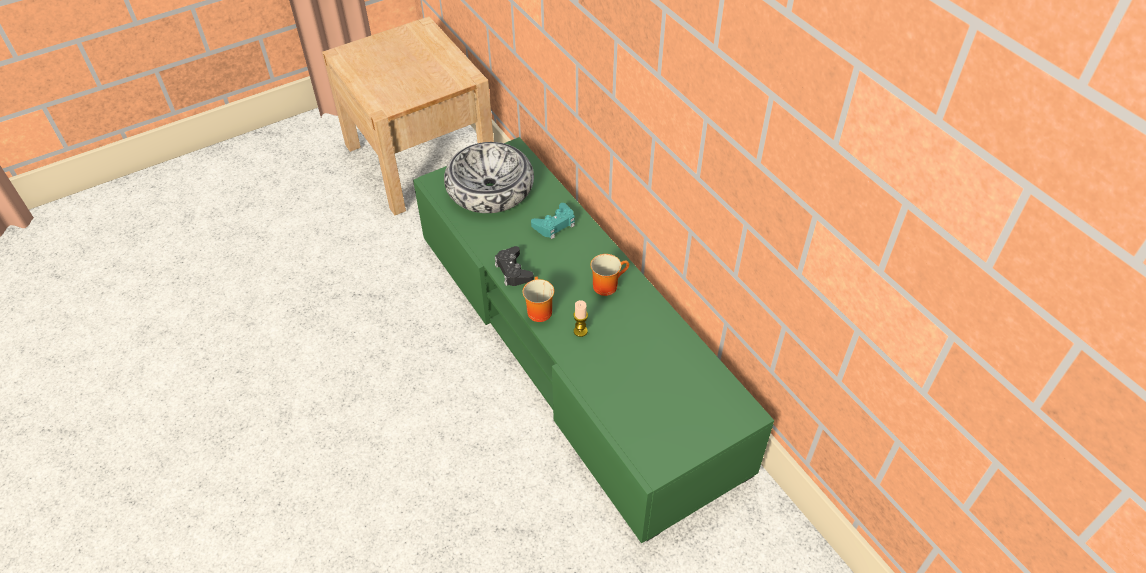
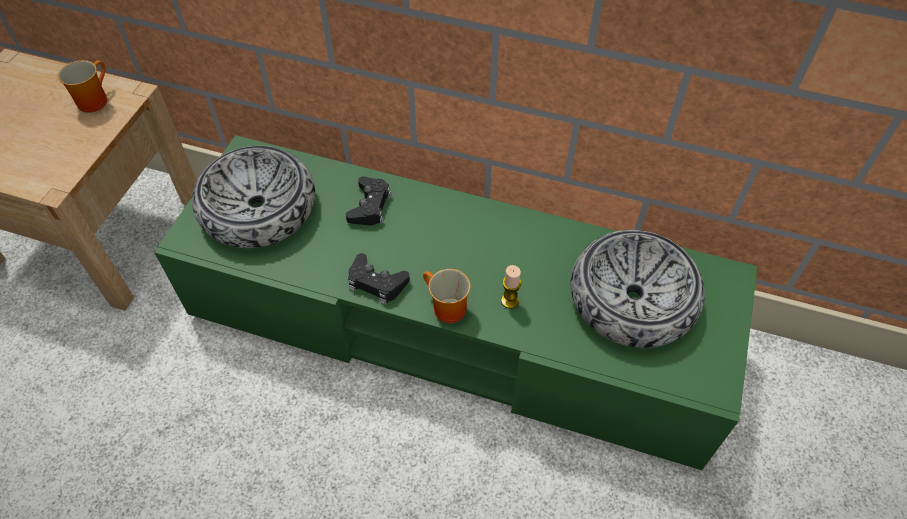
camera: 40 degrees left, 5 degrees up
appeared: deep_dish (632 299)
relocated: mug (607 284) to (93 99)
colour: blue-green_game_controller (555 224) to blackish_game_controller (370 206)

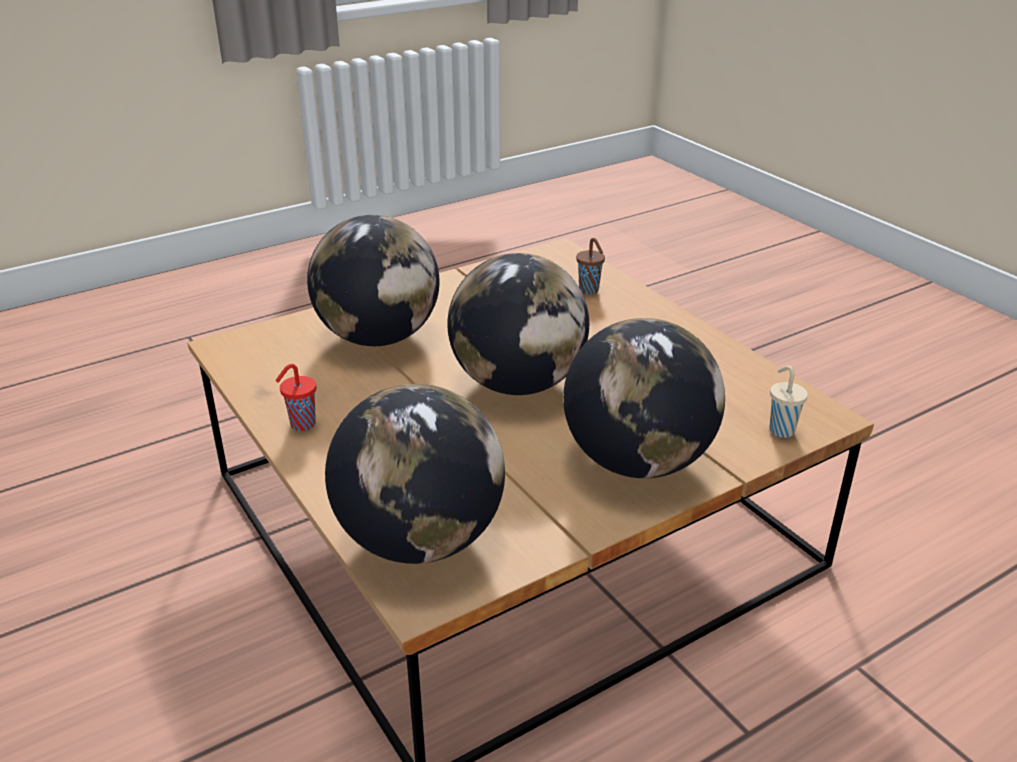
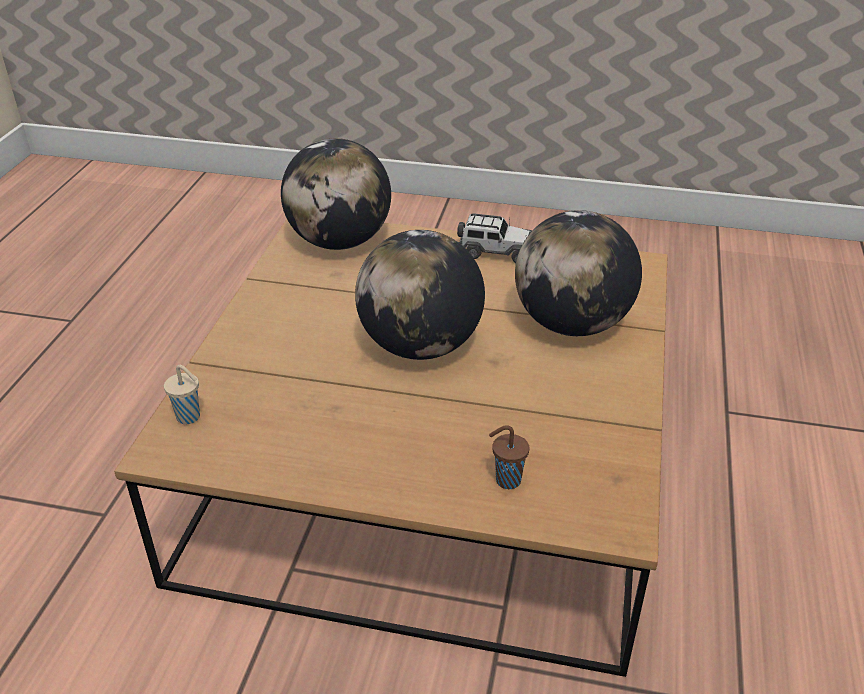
camera: 135 degrees right, 5 degrees up
missing: desk_globe (638 461)
exchanged: red-coloured_drinking_cup (301 425) to miniature_car (496 252)

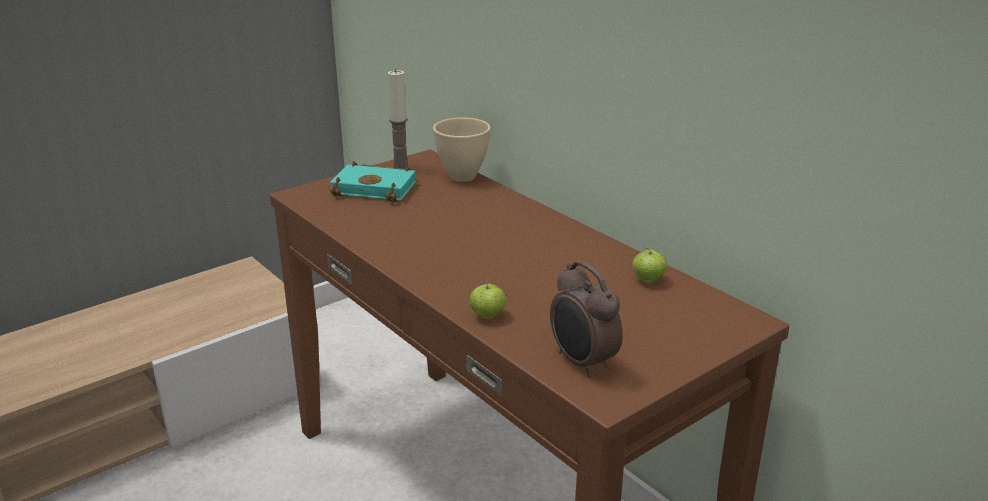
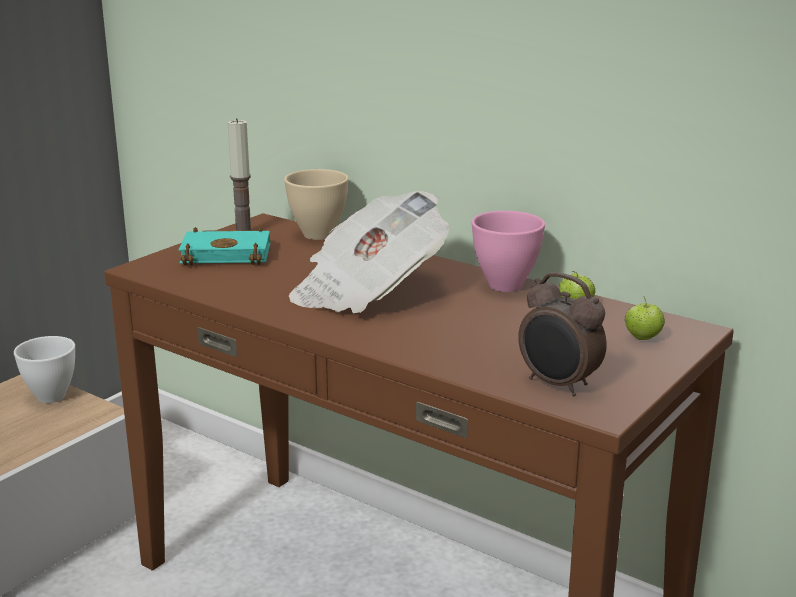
camera: 15 degrees left, 5 degrees down
appeared: newspaper (367 291); pinkish_deep_dish (503 286); white-coloured_deep_dish (50 398)
relocated: apple (487 316) to (642 338)

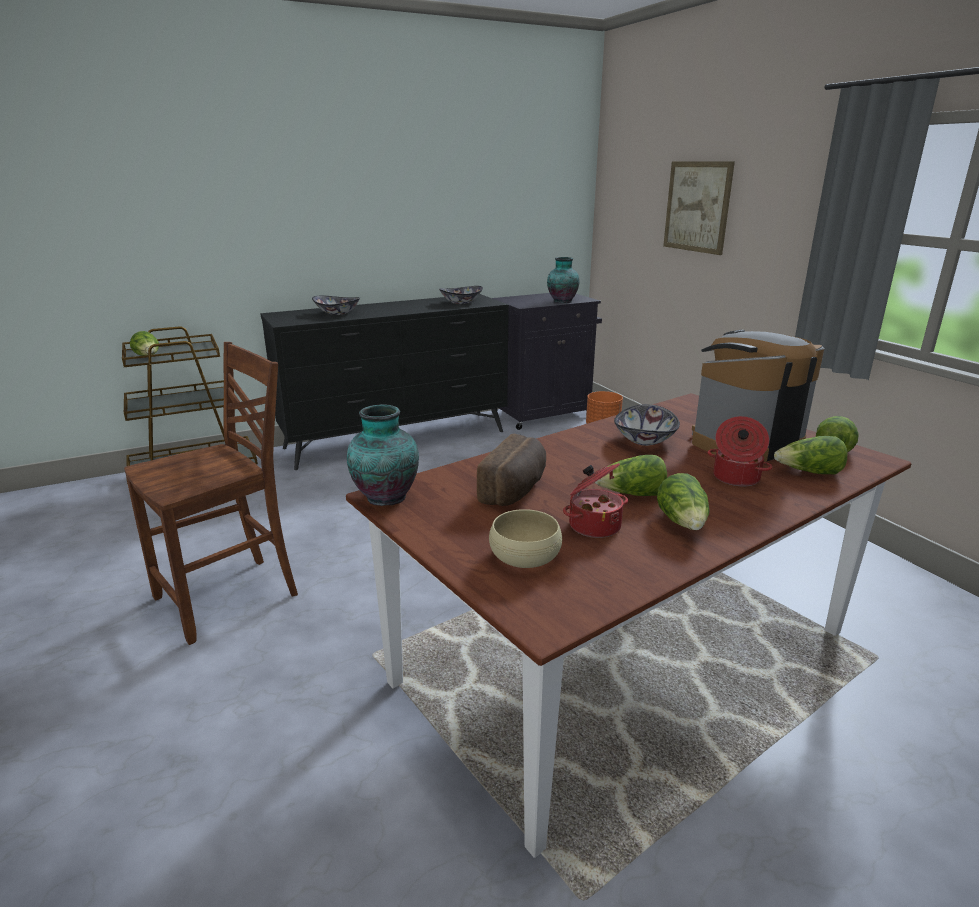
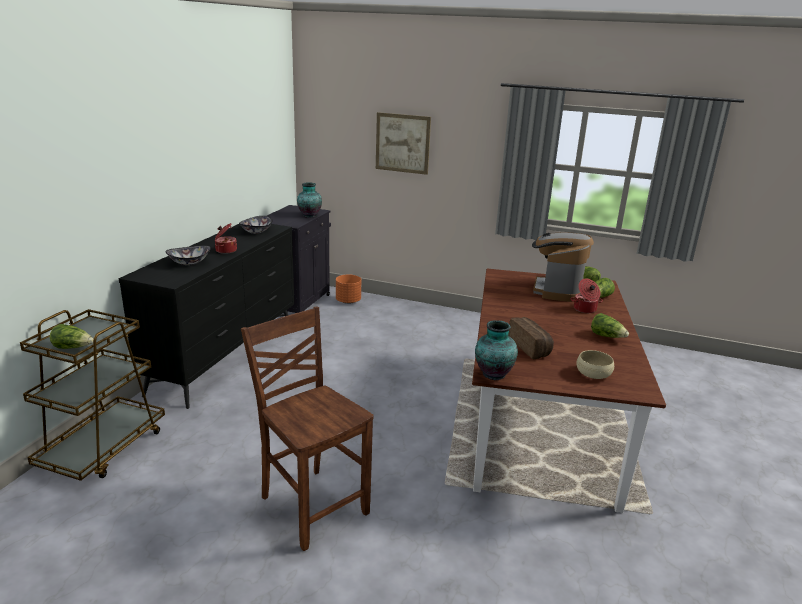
camera: 45 degrees left, 0 degrees up
missing: deep_dish (645 440); lettuce (632 495)
relocated: stockpot (593 525) to (225 250)
spun: brownish_upright_chair (231 597) = (312 505) 45 degrees counterclockwise

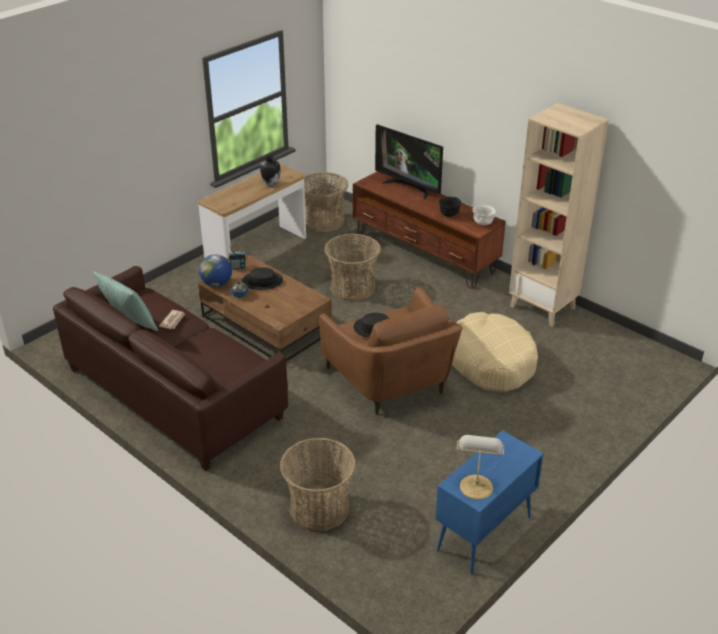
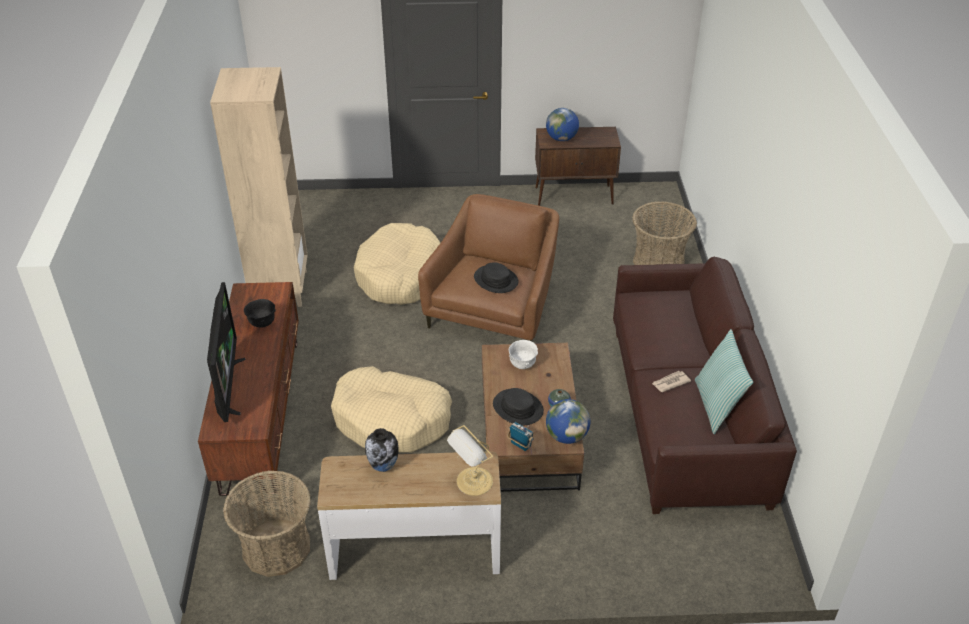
camera: 135 degrees left, 5 degrees up
appeared: desk_globe (561 138)
relocated: white-coloured_deep_dish (483 223) to (522 364); table_lamp (476 485) to (473 482)
exchanged: storage_basket (352 288) to sand-coloured_dog_bed (392 420)
colour: blue-coloured_cupboard (483 534) to brownish_cupboard (574 196)

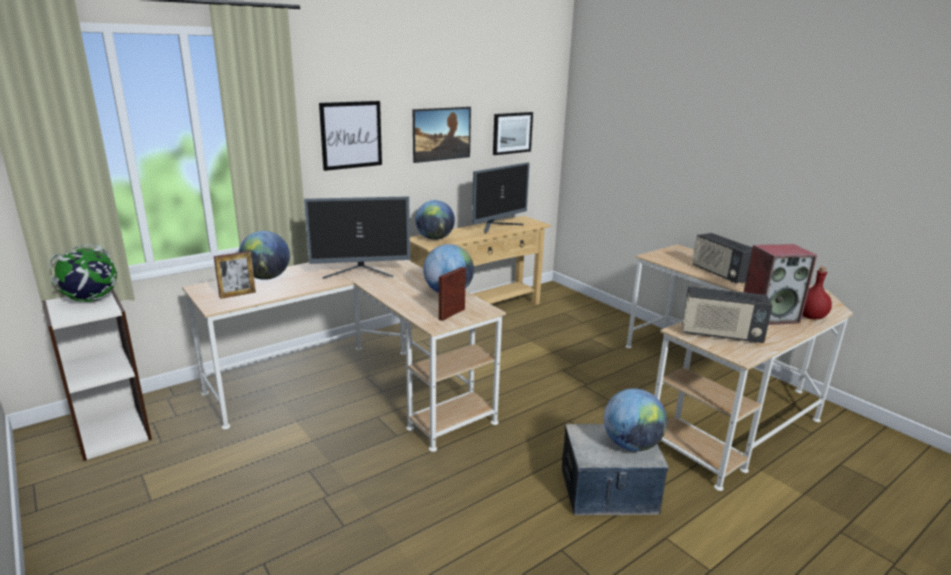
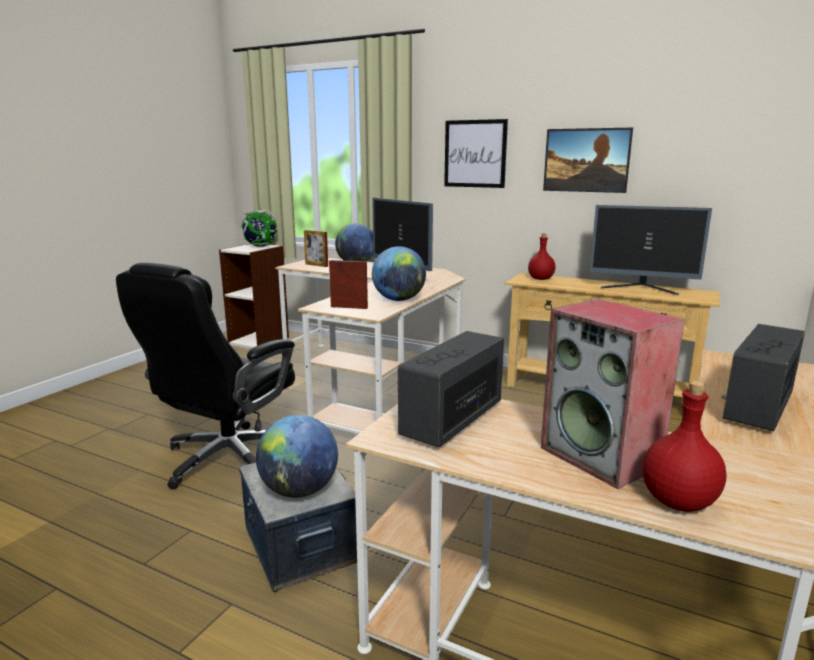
camera: 65 degrees right, 5 degrees down
missing: wall_picture (512 133)
appeared: blackish_computer_chair (227 459)
exchanged: desk_globe (435 238) to red-coloured_drink_bottle (541 279)
spun: radio_receiver (720 335) = (451 420) 45 degrees clockwise

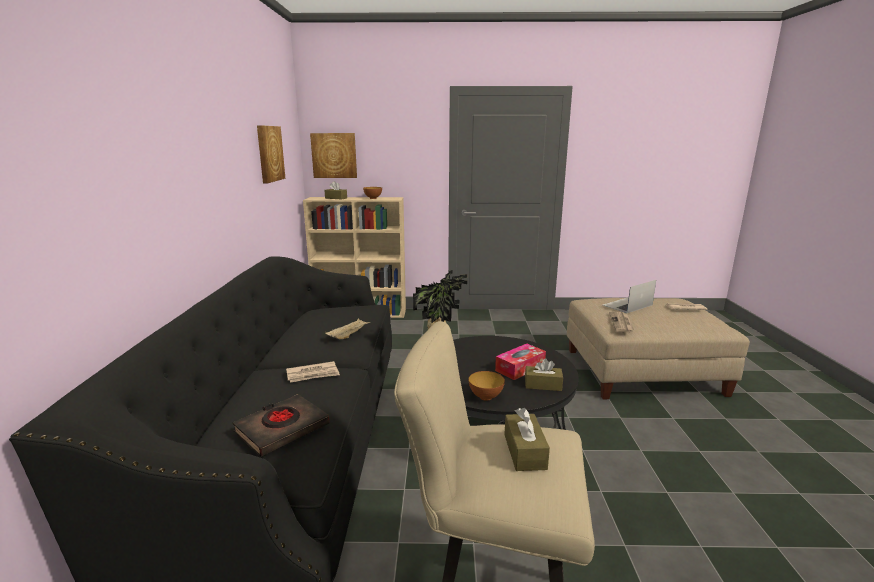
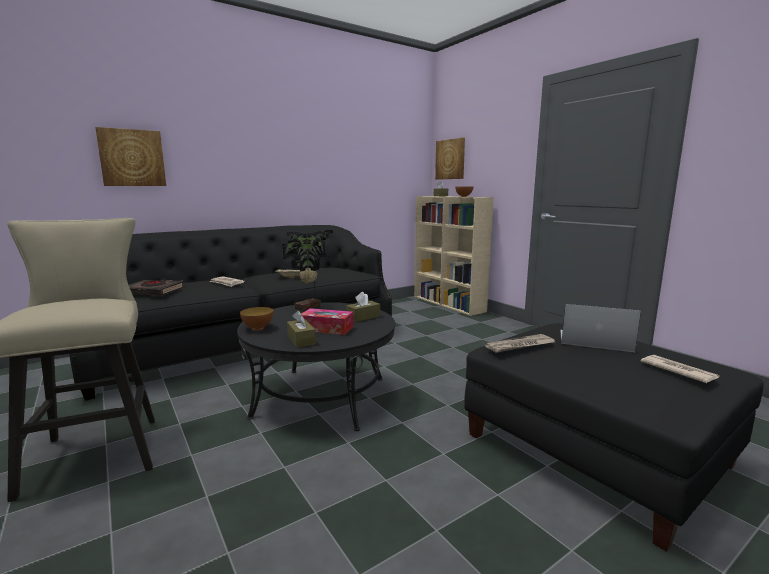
camera: 55 degrees right, 5 degrees down
relocated: wall_picture (269 153) to (132 158); brownish_tissue_holder (524 451) to (363 317)
colour: sand-coloured_ottoman (642 371) to blackish_ottoman (594 449)

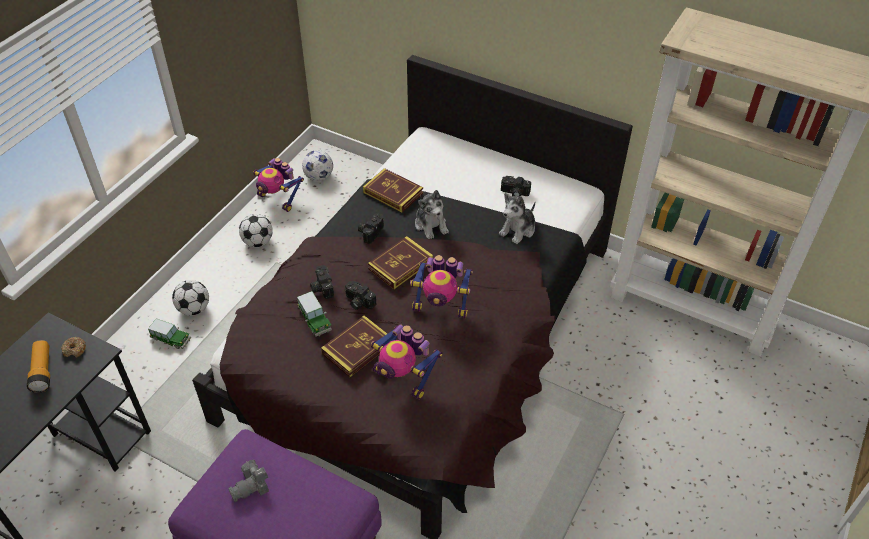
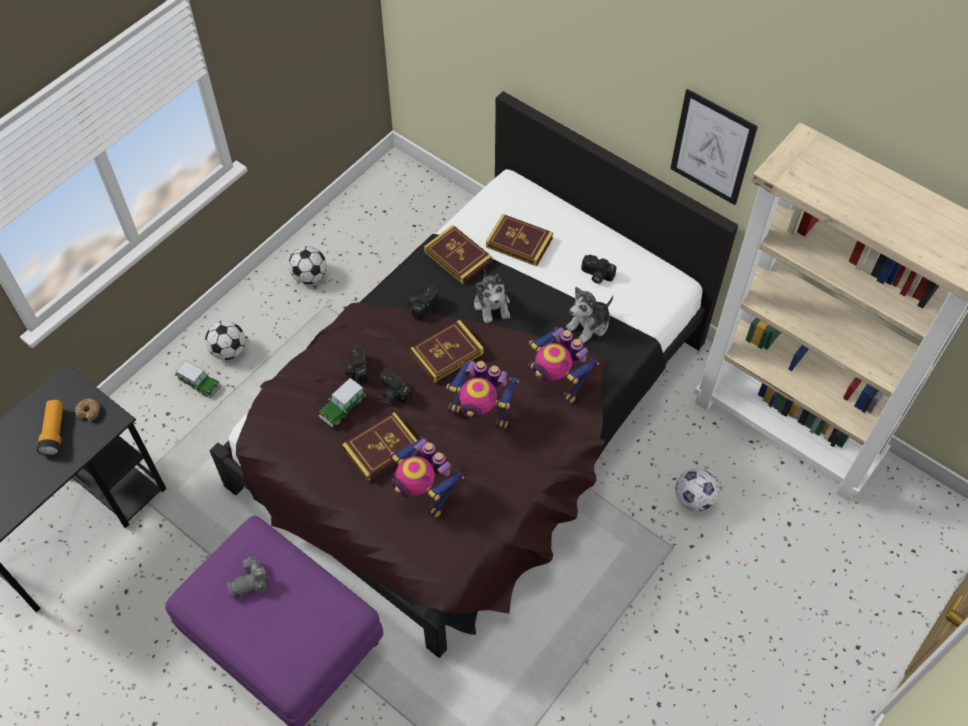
camera: 10 degrees right, 10 degrees up
appeared: wall_picture (712 147); book (519 242)
relocated: football_ball (319 177) to (693 499); robot_figure (279 199) to (557 379)
spun: miniature_car (314 320) = (342 408) 60 degrees clockwise

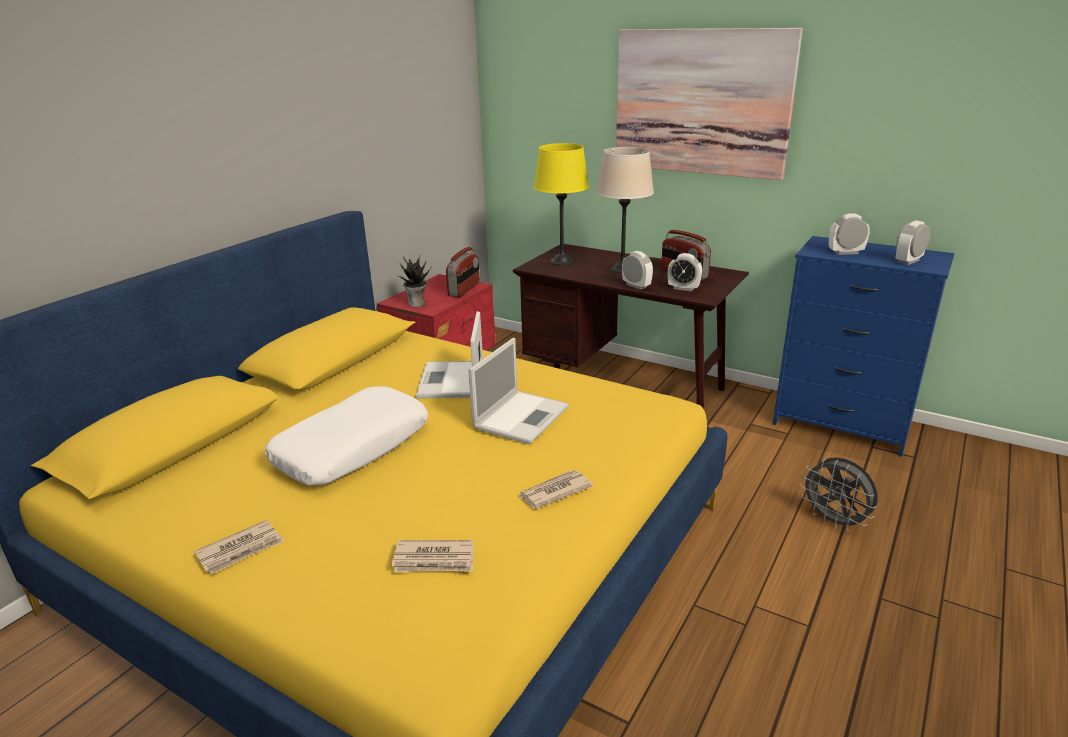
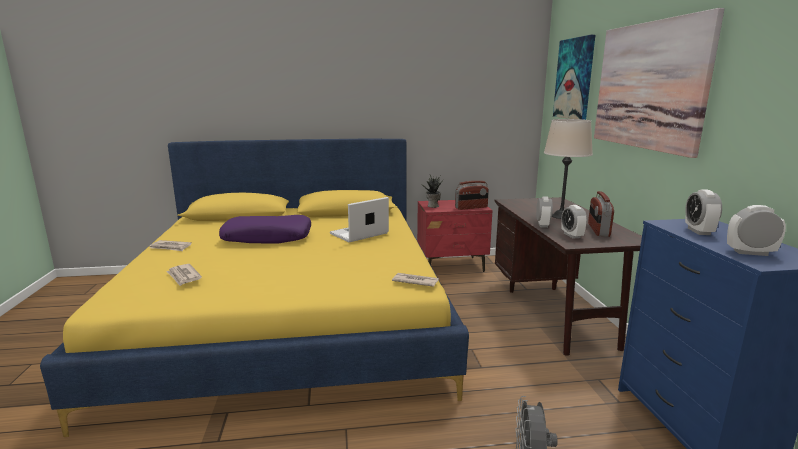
camera: 50 degrees right, 10 degrees down
missing: yellow_table_lamp (561 261); laptop (522 416)
appeared: wall_picture (574 79)
relocated: newspaper (554 492) to (415 281)
colour: white-coloured_throw_pillow (352 447) to purple_throw_pillow (267 238)
spun: bedside_clock (845 253) = (698 231) 135 degrees counterclockwise

